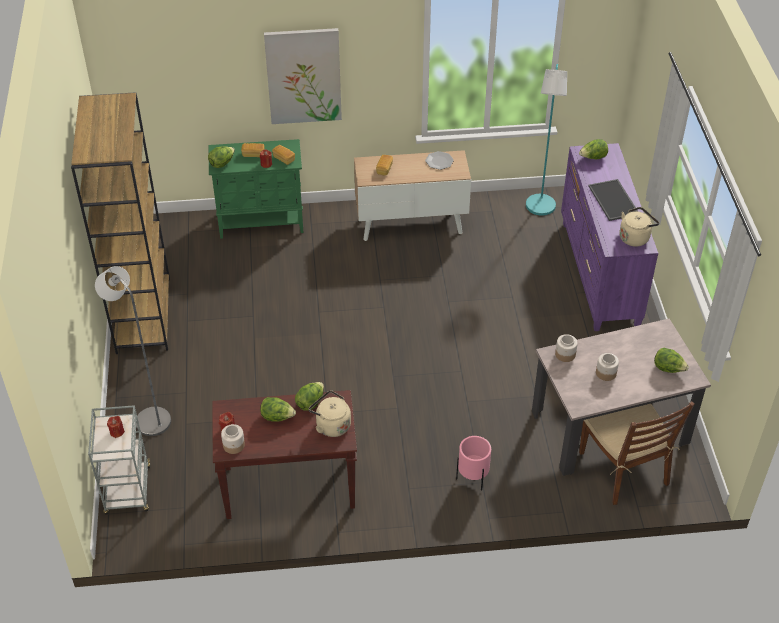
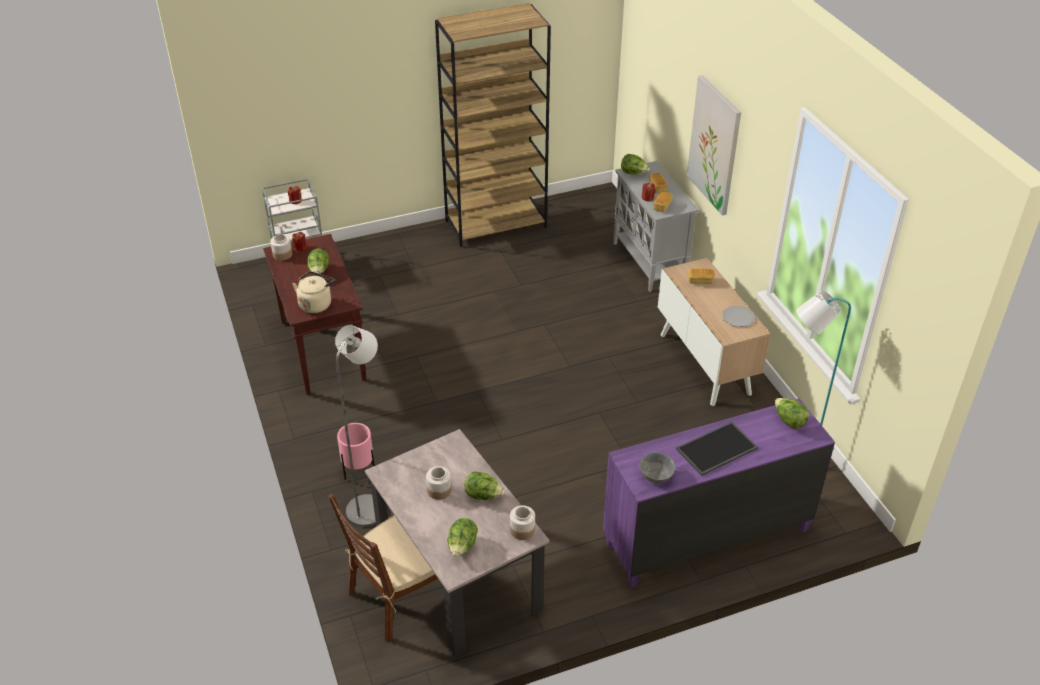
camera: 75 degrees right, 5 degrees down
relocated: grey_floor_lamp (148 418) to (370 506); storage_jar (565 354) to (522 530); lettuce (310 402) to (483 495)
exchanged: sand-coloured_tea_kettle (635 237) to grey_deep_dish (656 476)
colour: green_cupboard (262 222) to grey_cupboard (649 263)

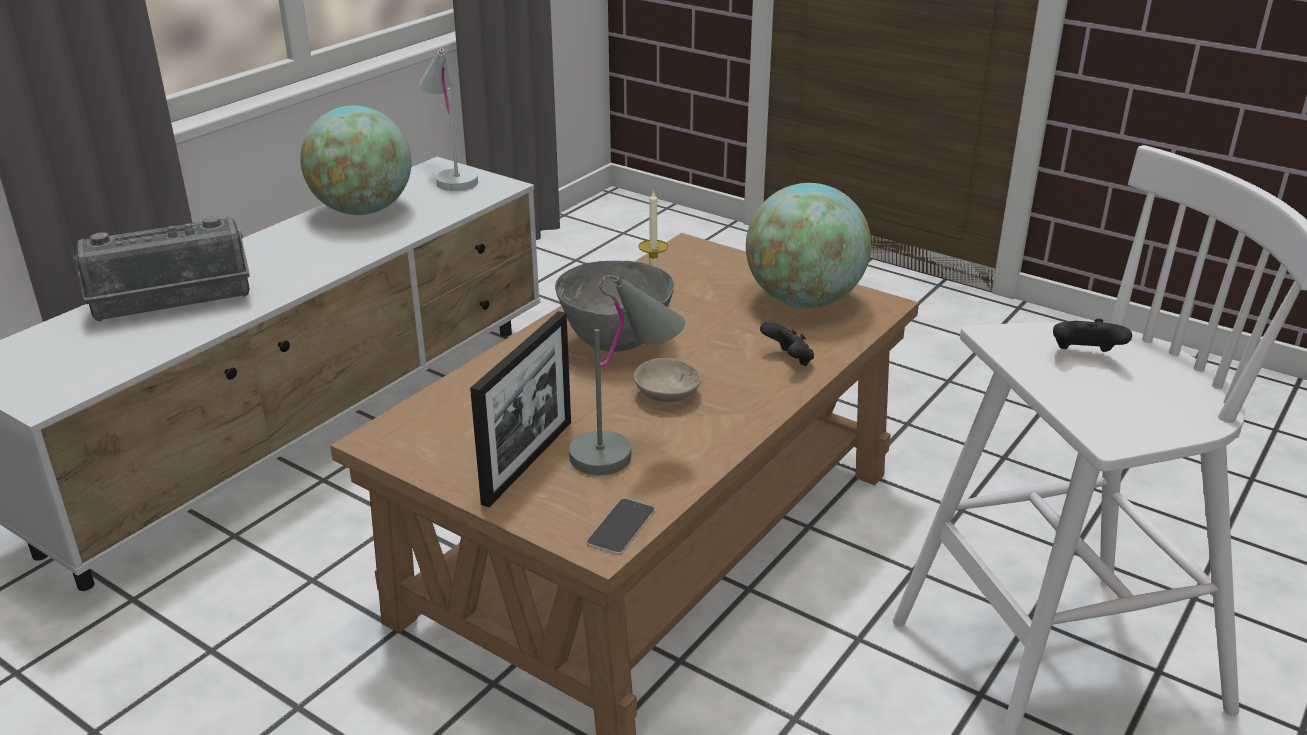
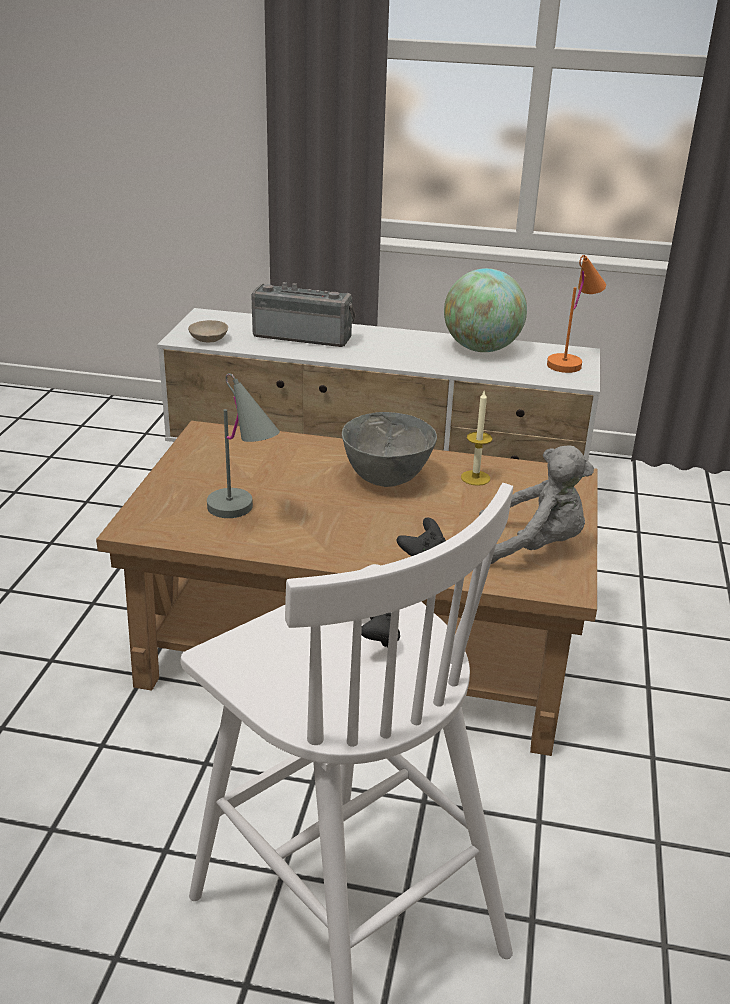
camera: 65 degrees right, 0 degrees up
missing: photo_frame (528 461); handset (621 526)
relocated: sand-coloured_deep_dish (664 394) to (208 339)
exchanged: desk_globe (804 300) to grey_plush_toy (534 546)
colour: white-coloured_table_lamp (451 176) to orange_table_lamp (572 361)
spun: radio_receiver (172 305) = (303 336) 150 degrees clockwise

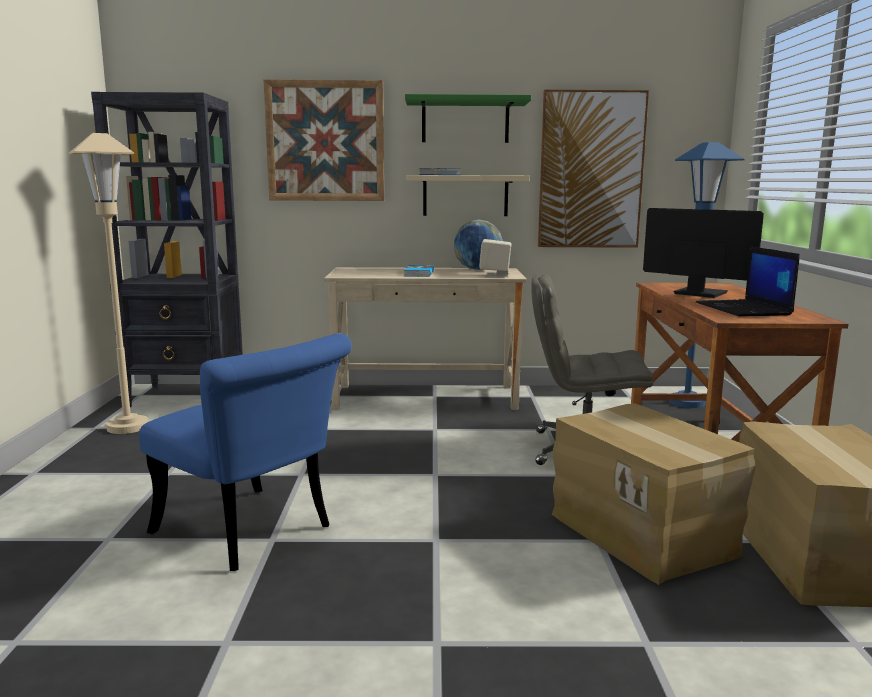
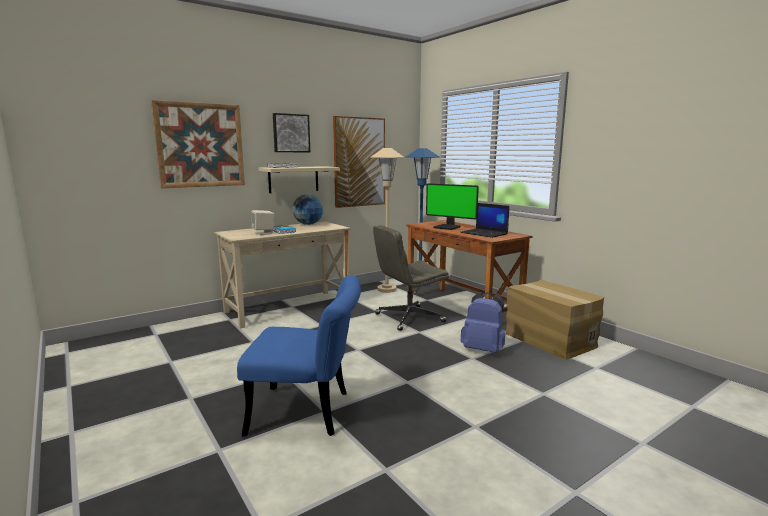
camera: 35 degrees left, 0 degrees up
missing: blackish_bookshelf (188 396)
relocated: sand-coloured_floor_lamp (128 427) to (387 289); sand-coloured_loudspeaker (495 275) to (263 233)
exchanged: green_bracket_shelf (465 121) to wall_picture (291 133); packing_box (643 533) to blue-coloured_backpack (483 349)
spun: computer_display (698 293) = (447 227) 150 degrees counterclockwise

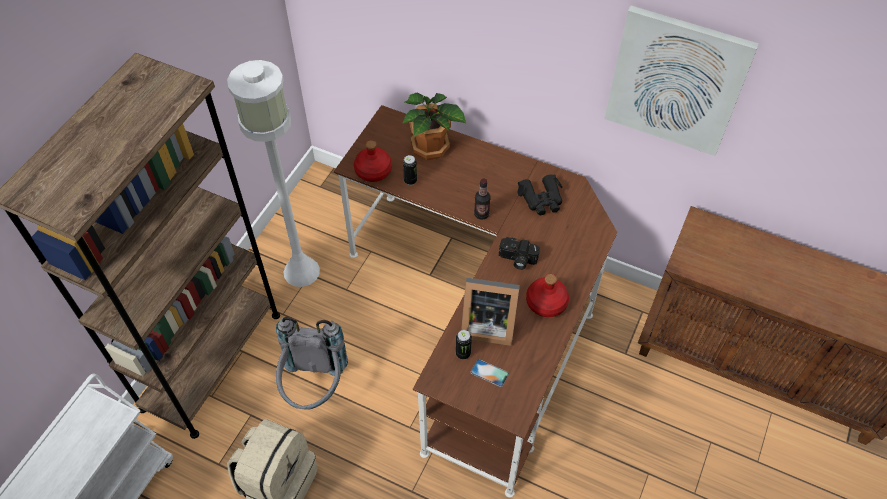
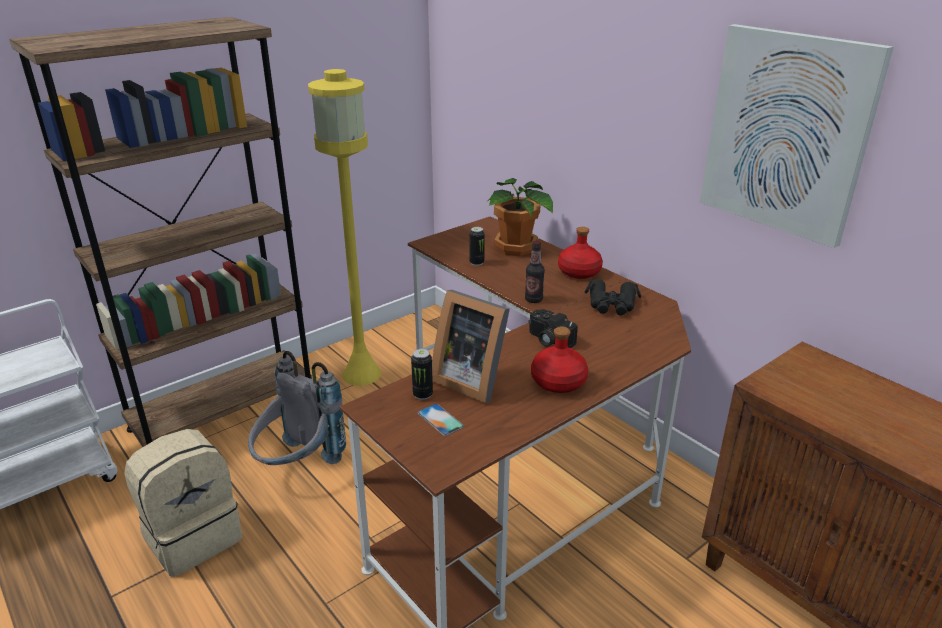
camera: 25 degrees right, 25 degrees down
relocated: red-coloured_drink_bottle (374 171) to (579 272)
colour: white-coloured_floor_lamp (301 271) to yellow_floor_lamp (362 373)

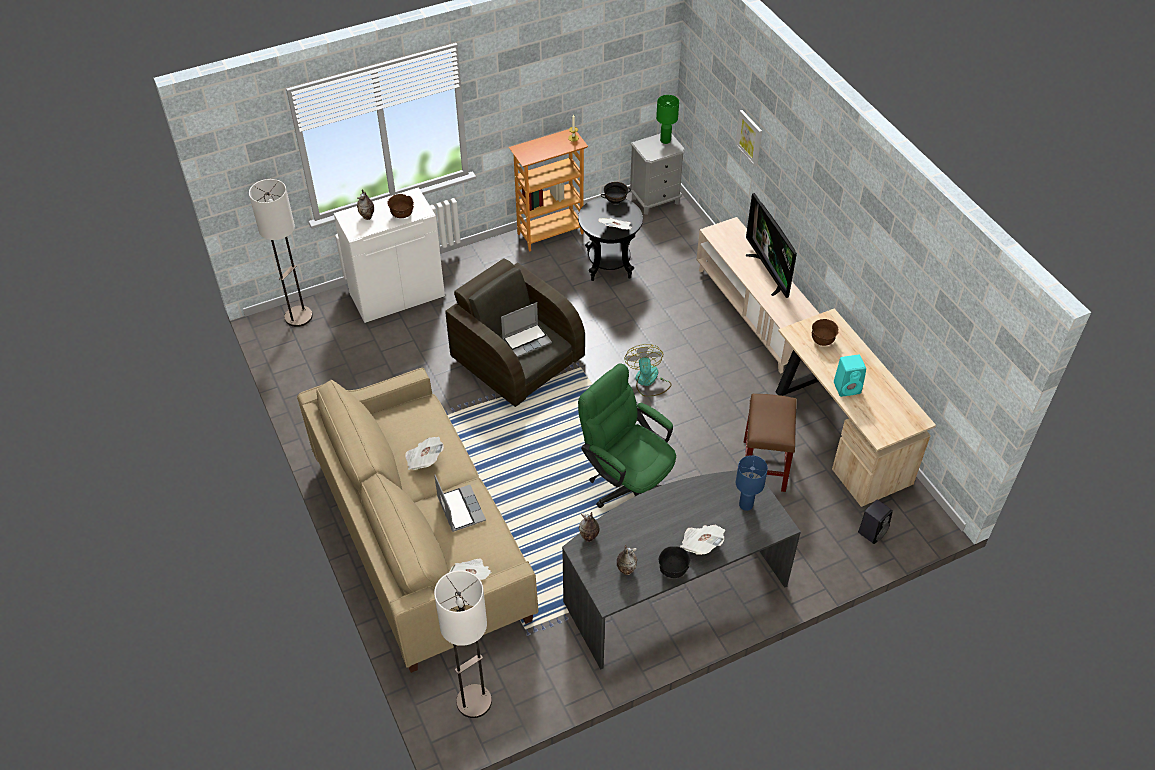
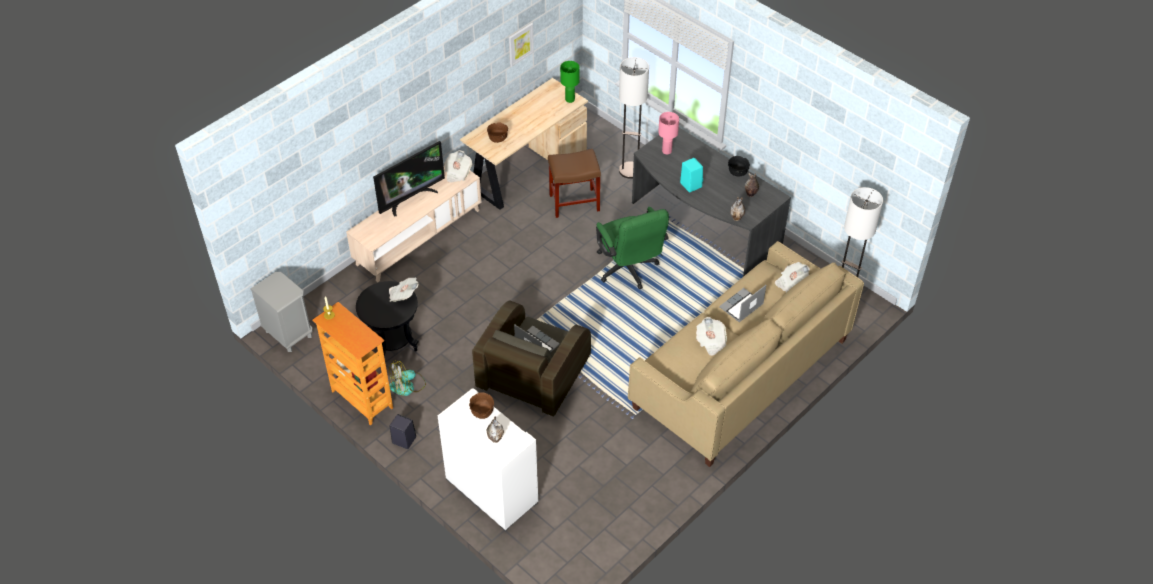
camera: 110 degrees left, 0 degrees up
missing: blackish_deep_dish (615 201)
relocated: green_table_lamp (666 140) to (570 99); wall_picture (749 137) to (520 44); floor_lamp (298 316) to (630 170); cooling_fan (648 381) to (407 386); blue-green_loudspeaker (847 387) to (690 184); blackish_loudspeaker (872 531) to (403 440); newspaper (701 544) to (457 173)
colour: blue-coloured_table_lamp (745 505) to pinkish_table_lamp (667 151)
spun: green_computer_chair (627 485) = (629 271) 45 degrees counterclockwise

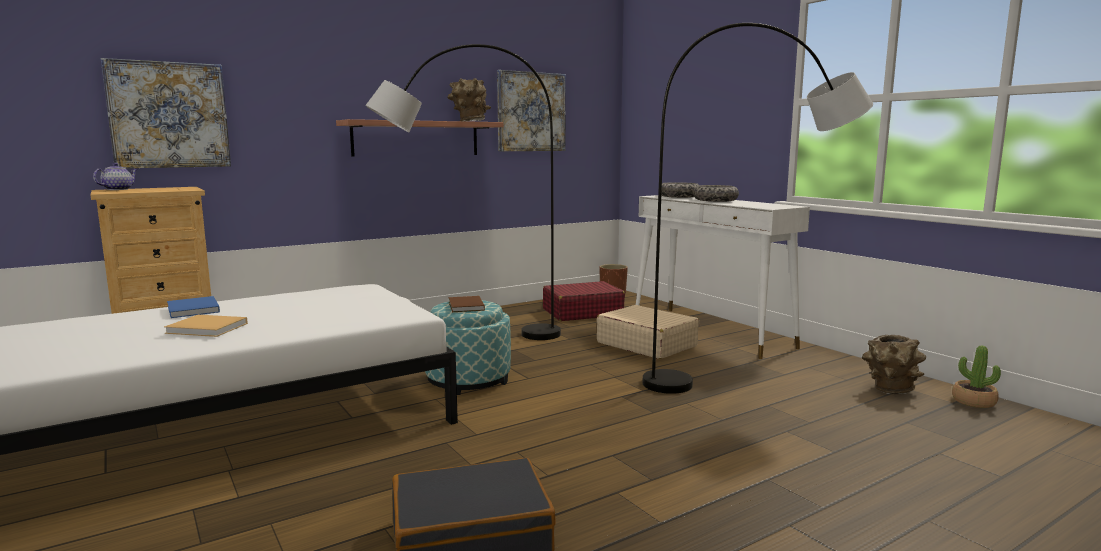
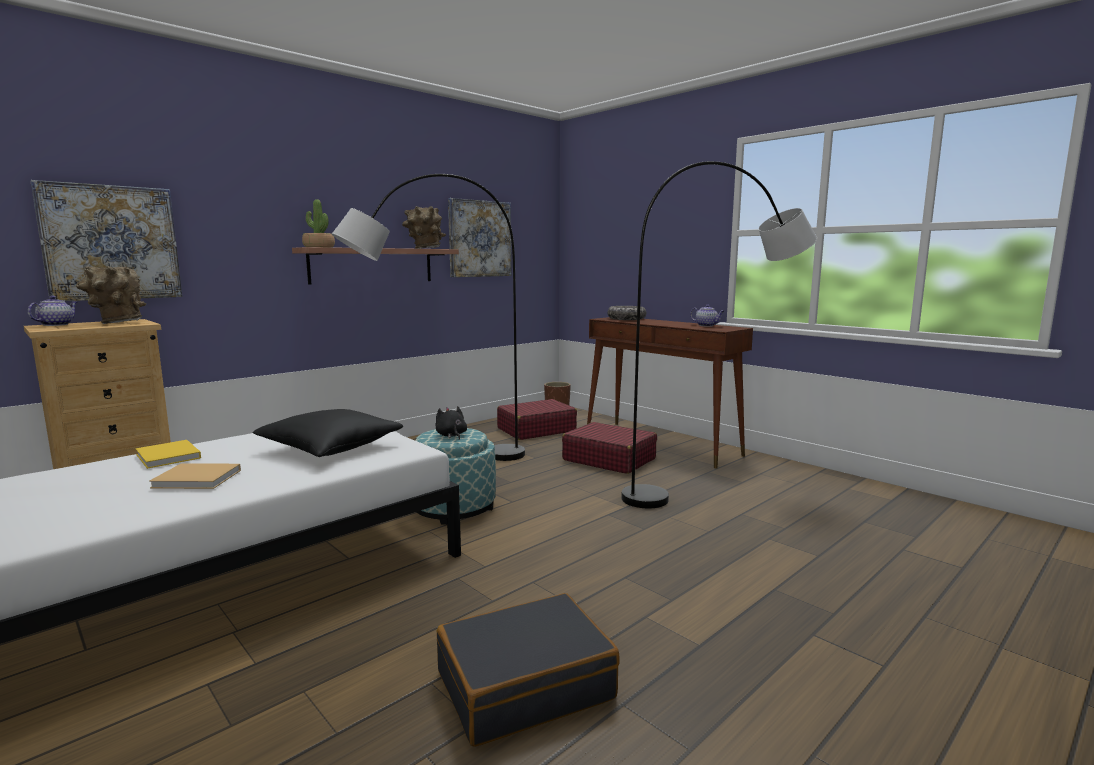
camera: 10 degrees left, 0 degrees up
missing: deep_dish (715 200)
appeared: pot_for_tea (707 325); blackish_throw_pillow (330 448)
relocated: brownish_flower_vase (890 391) to (116 323); houseplant (973 402) to (319 247)
exchanged: brownish_book (465 306) to blackish_plush_toy (451 435)
colour: white-coloured_console_table (710 332) to brownish_console_table (661 443); blue-coloured_book (193 310) to yellow_book (168 457); sand-coloured_travel_case (646 344) to red-coloured_travel_case (609 459)

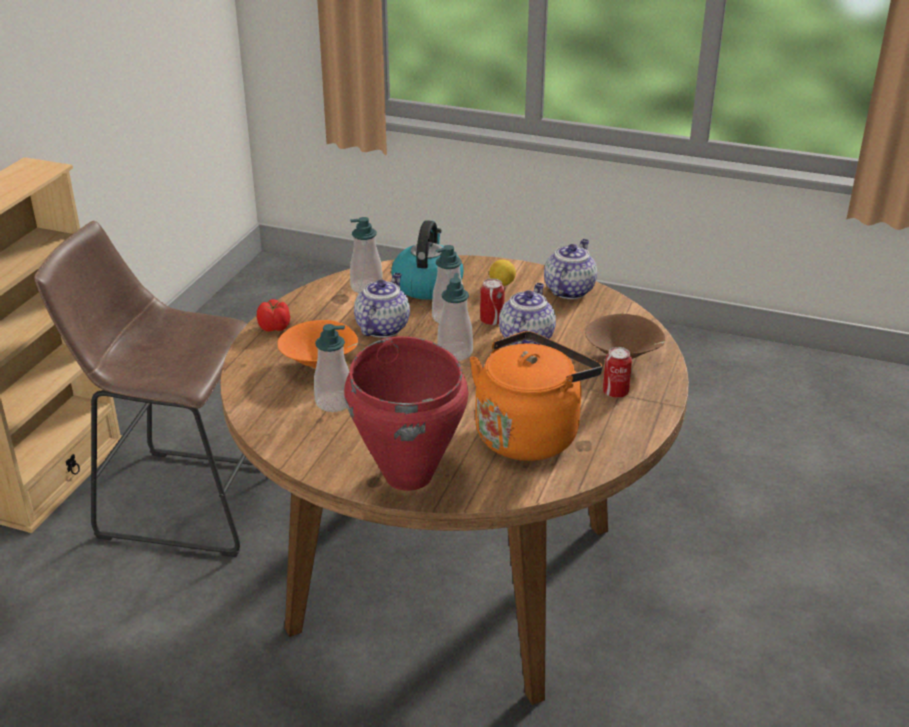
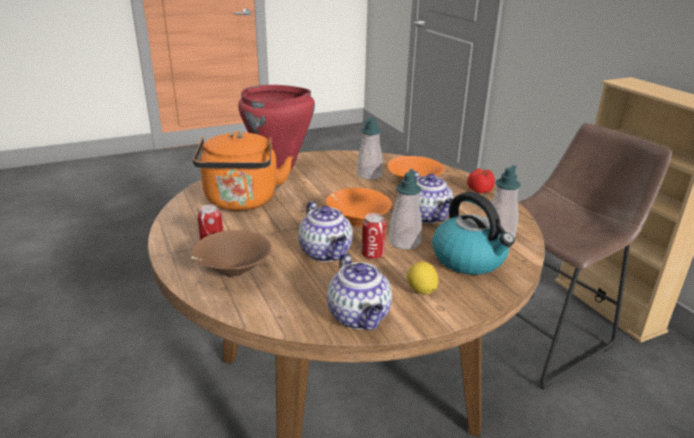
camera: 135 degrees right, 5 degrees down
exchanged: soap_bottle (455 352) to orange_deep_dish (356 223)

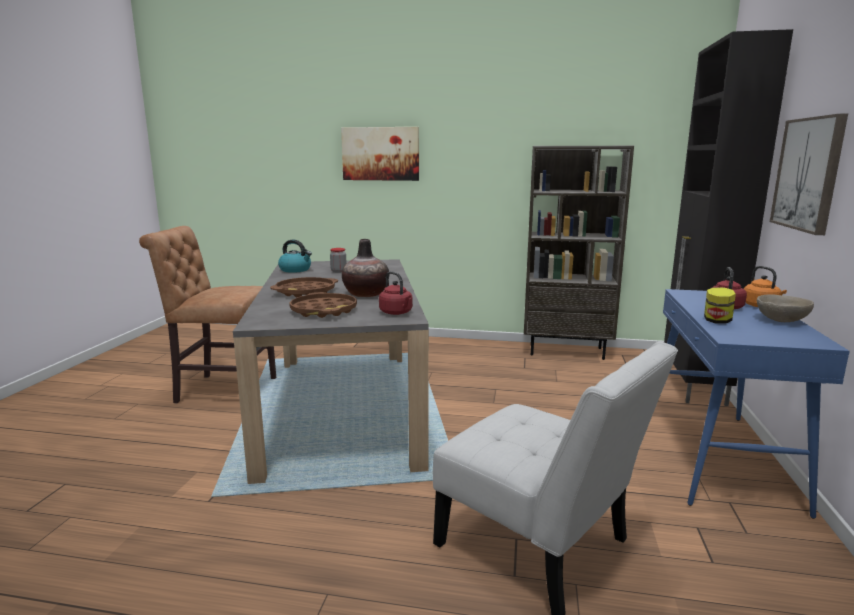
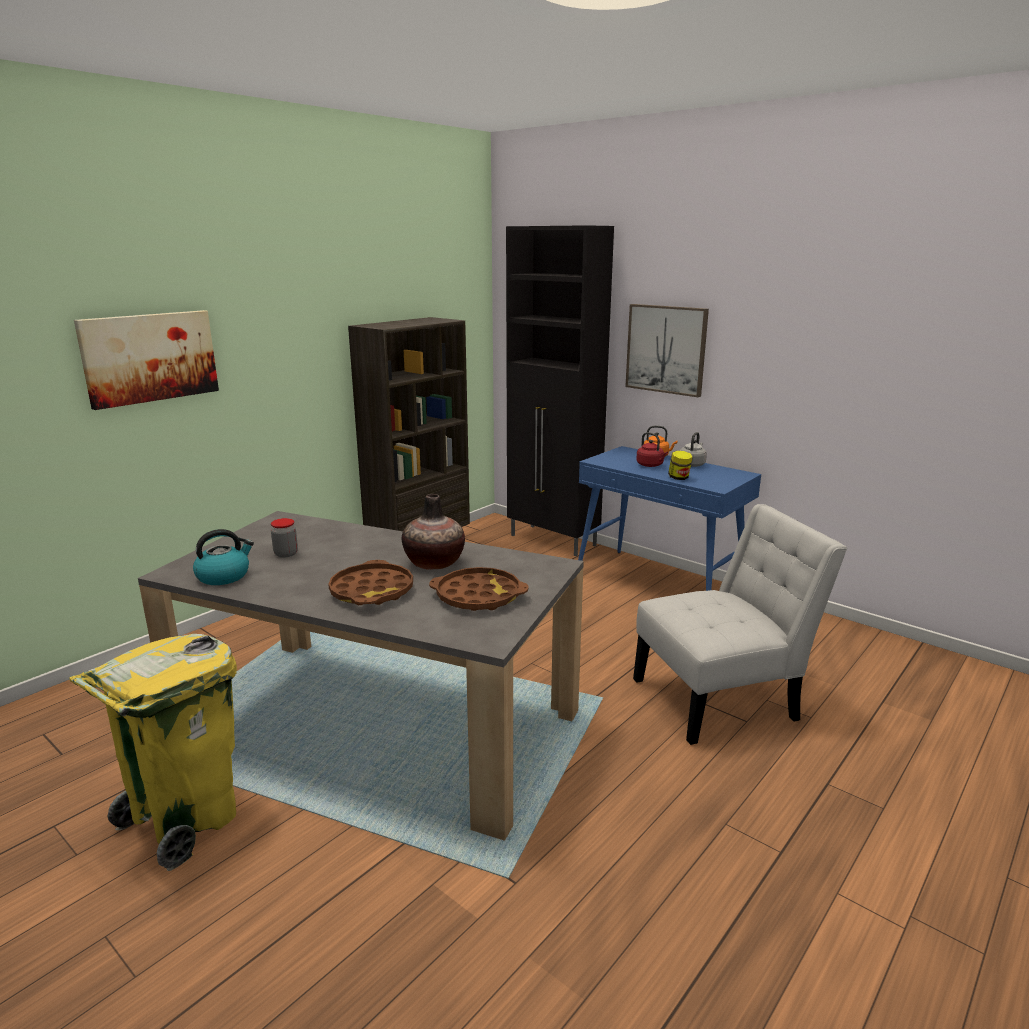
camera: 60 degrees left, 5 degrees up
missing: red-coloured_tea_kettle (397 313)
exchanged: brownish_upright_chair (222 390) to yellow_trash_can (185 821); sand-coloured_deep_dish (781 320) to grey_tea_kettle (692 464)

